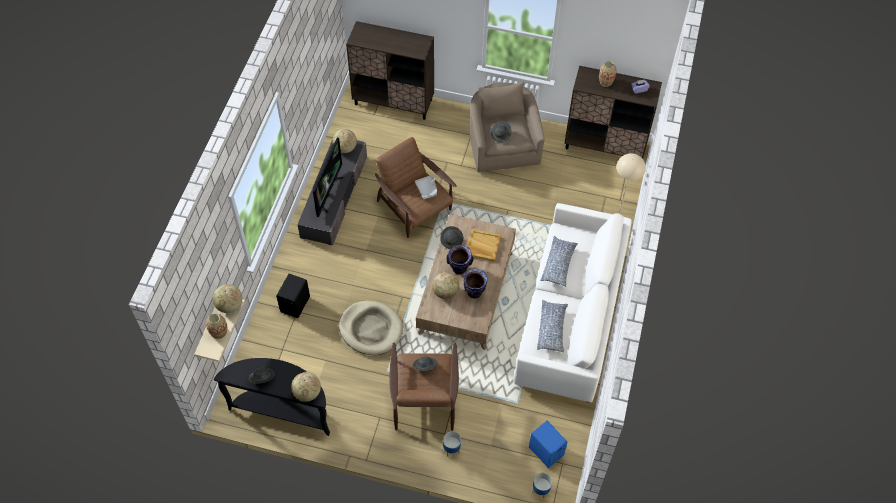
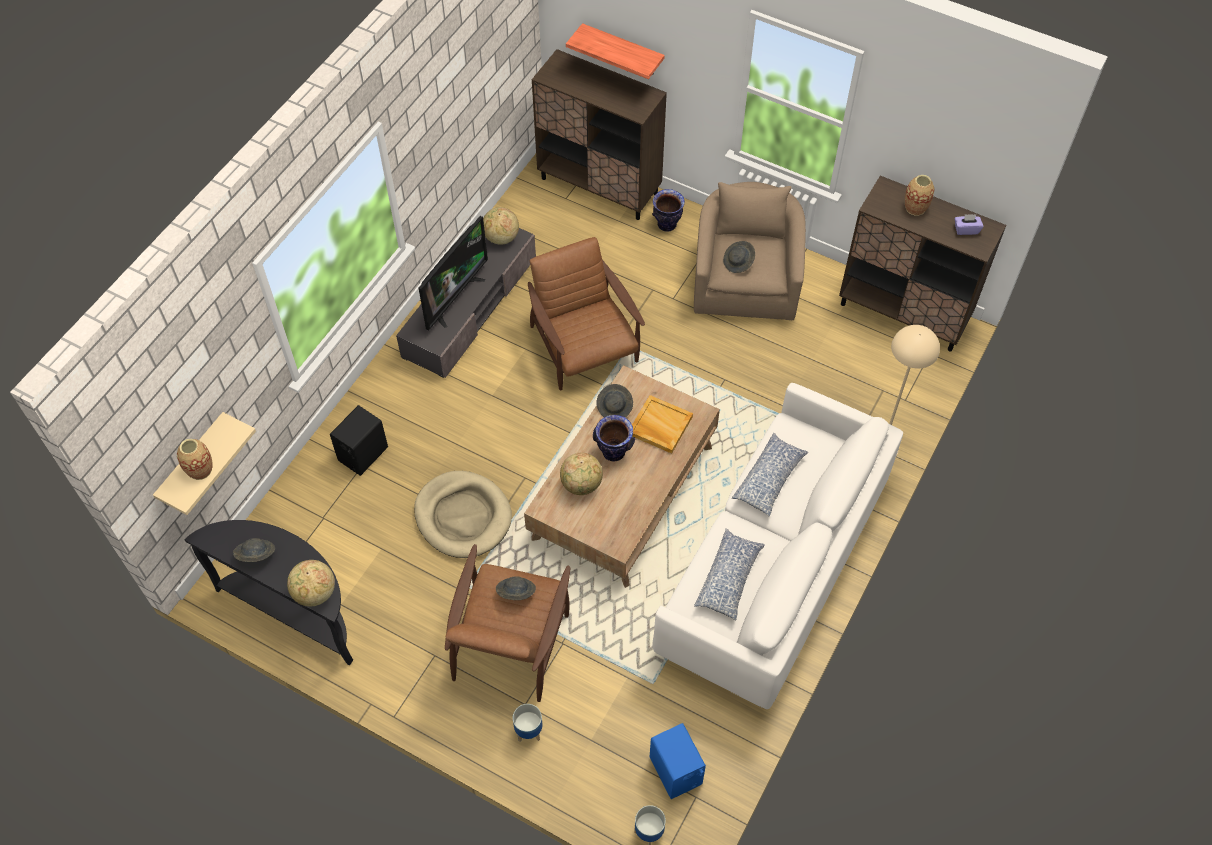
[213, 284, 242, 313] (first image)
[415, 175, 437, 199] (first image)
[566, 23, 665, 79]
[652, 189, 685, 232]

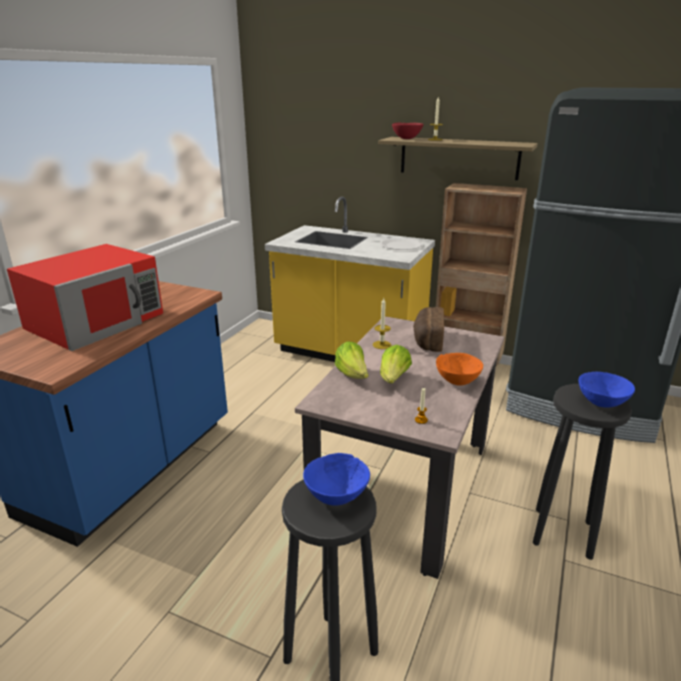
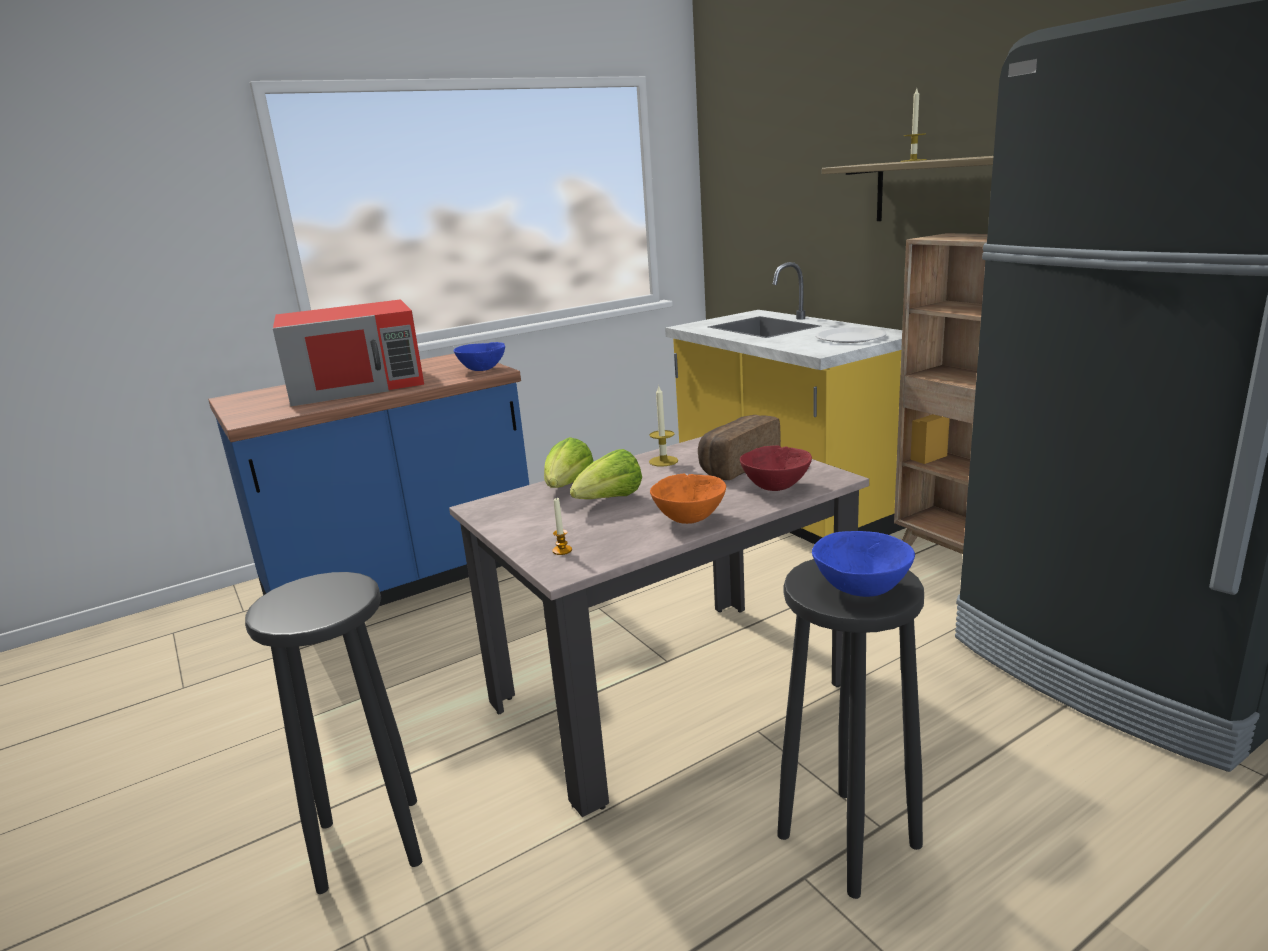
[454, 342, 505, 371]
[740, 445, 812, 491]

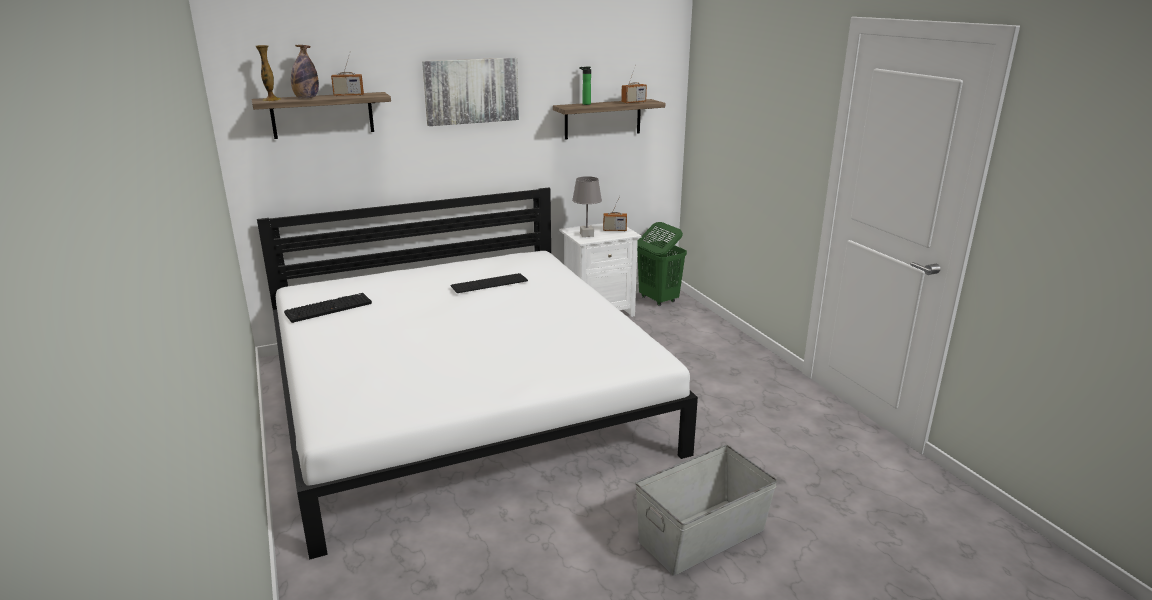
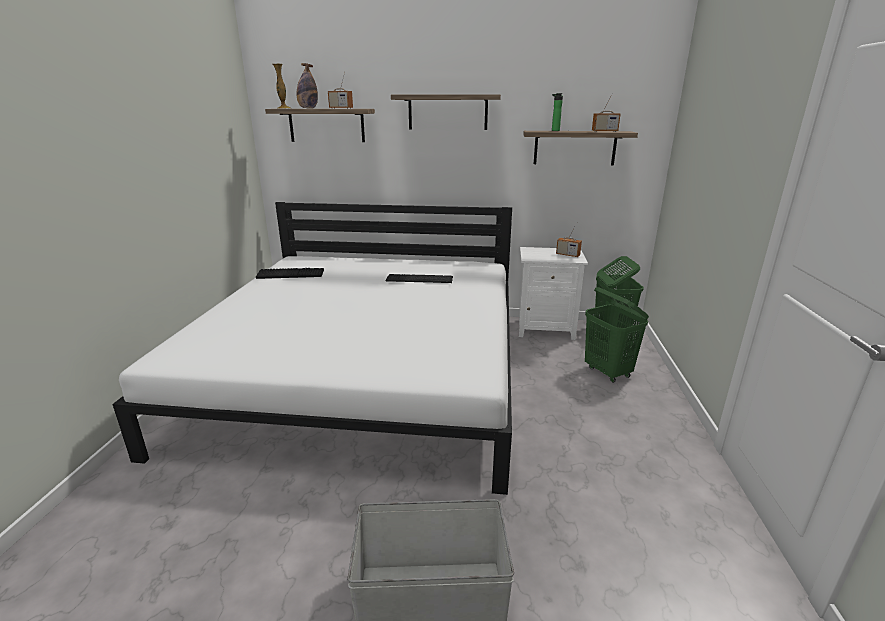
[572, 176, 602, 237] (first image)
[585, 287, 649, 383]
[391, 94, 501, 130]

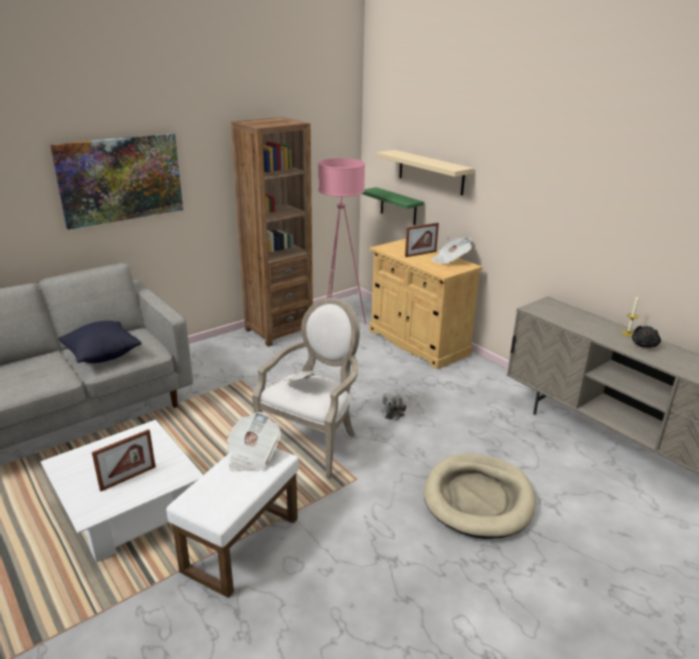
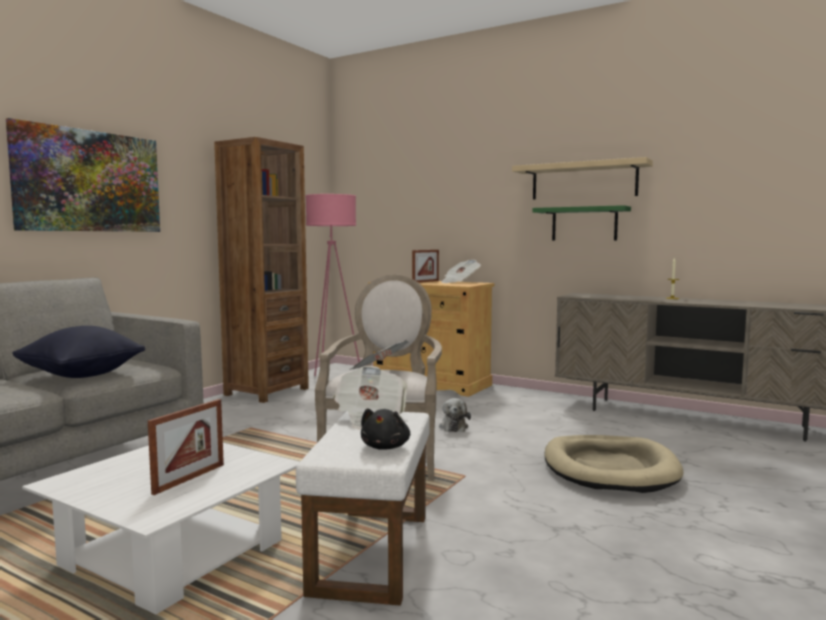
[533, 205, 631, 241]
[512, 157, 653, 200]
[361, 408, 410, 450]

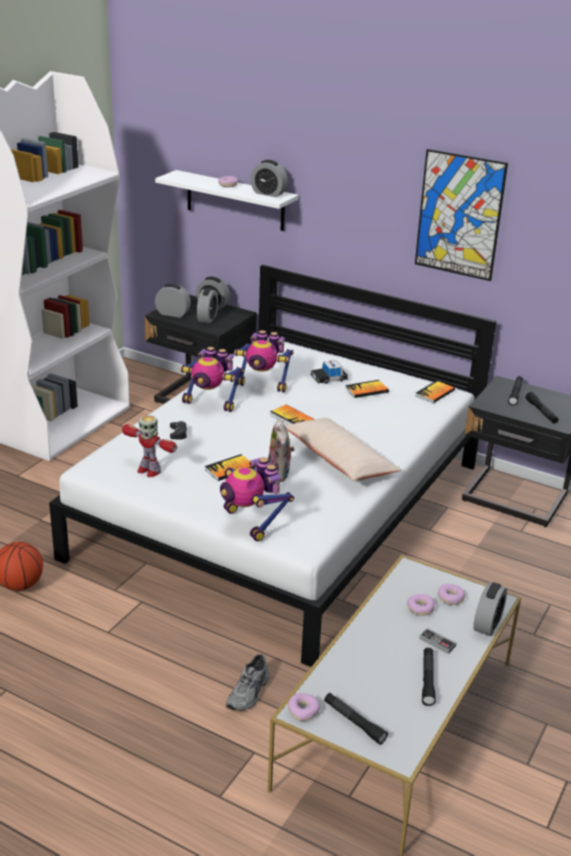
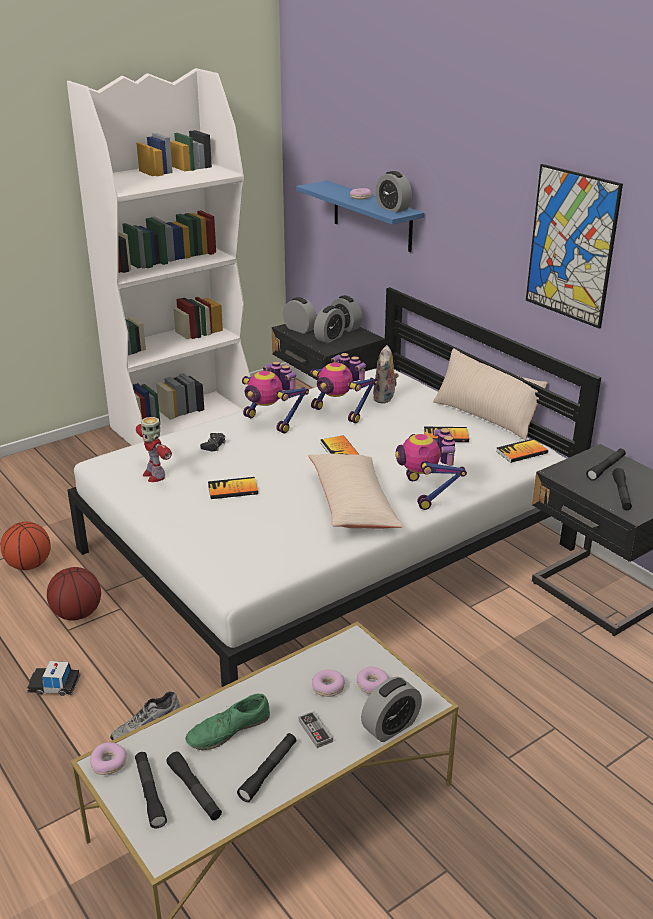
[47, 567, 101, 620]
[166, 752, 222, 820]
[185, 694, 270, 750]
[433, 348, 548, 440]
[395, 428, 467, 510]
[373, 345, 399, 403]
[27, 661, 81, 696]
[296, 181, 424, 252]

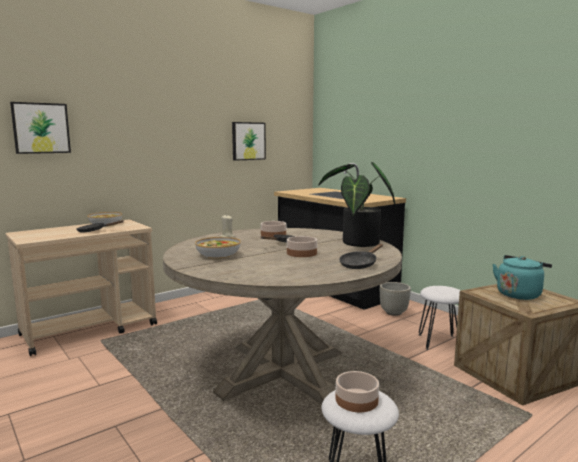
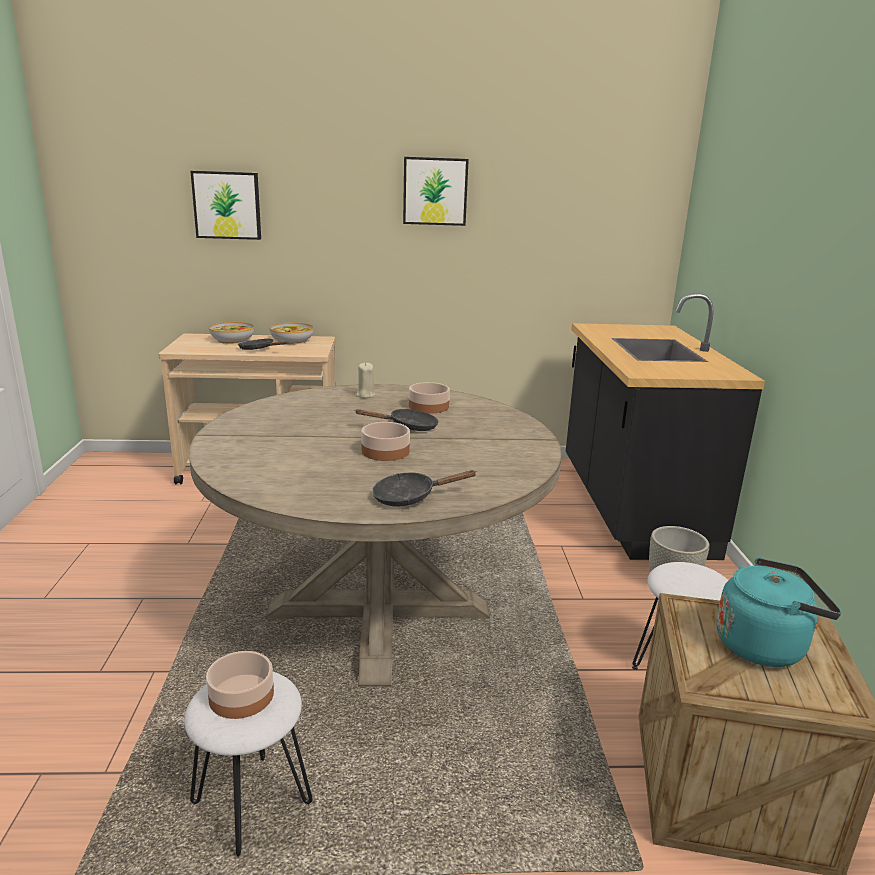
[319, 162, 396, 247] (first image)
[209, 322, 255, 344]
[403, 157, 469, 226]

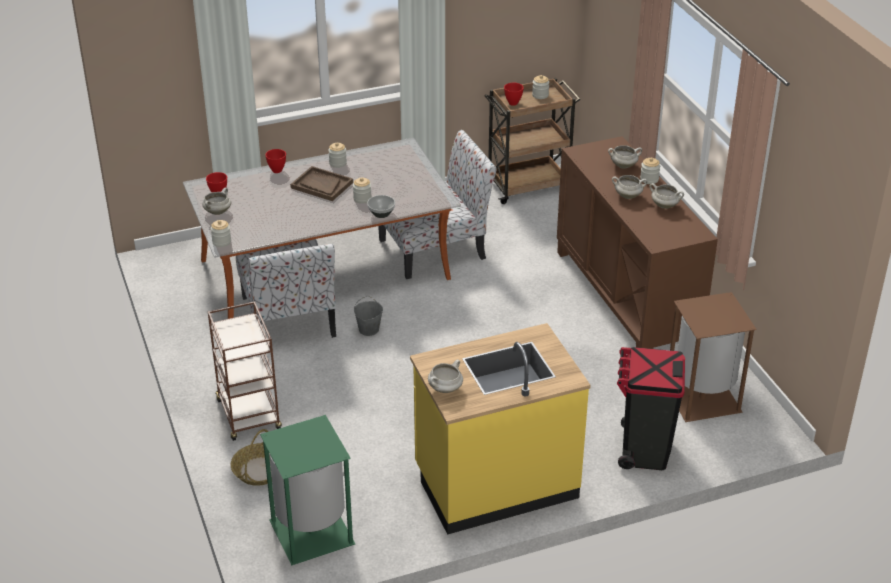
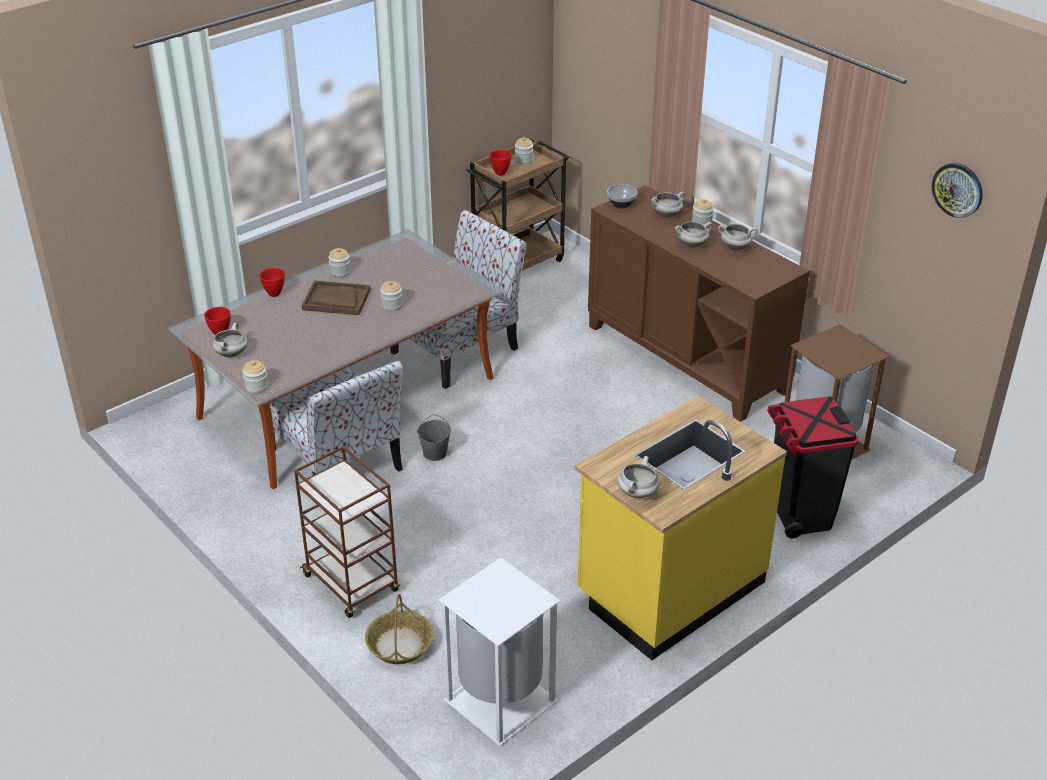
[932, 163, 983, 218]
[607, 184, 638, 208]
[439, 557, 560, 746]

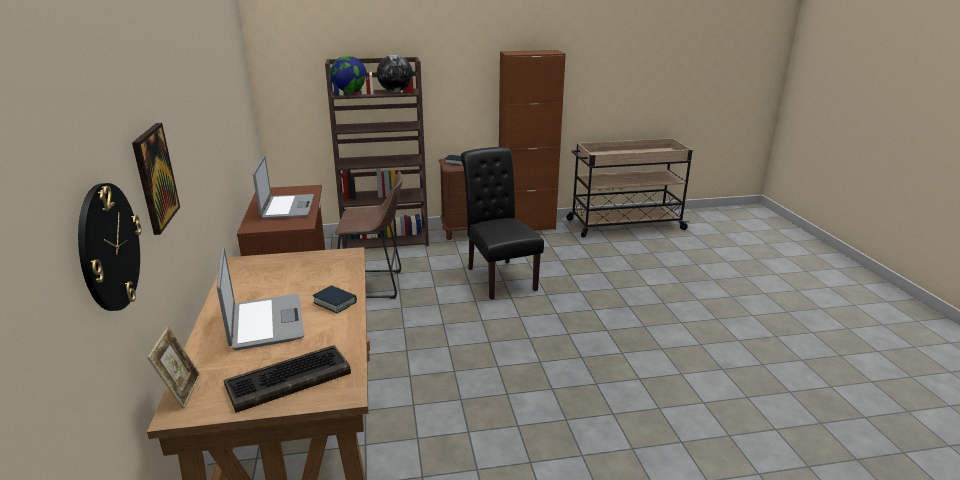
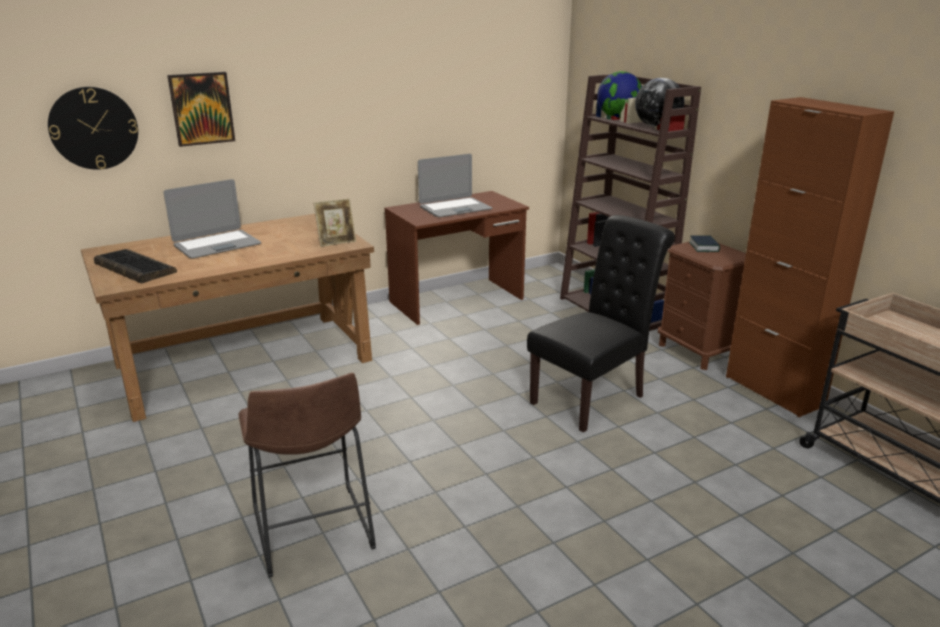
[312, 285, 357, 313] (first image)
[314, 199, 356, 247]
[238, 373, 376, 578]

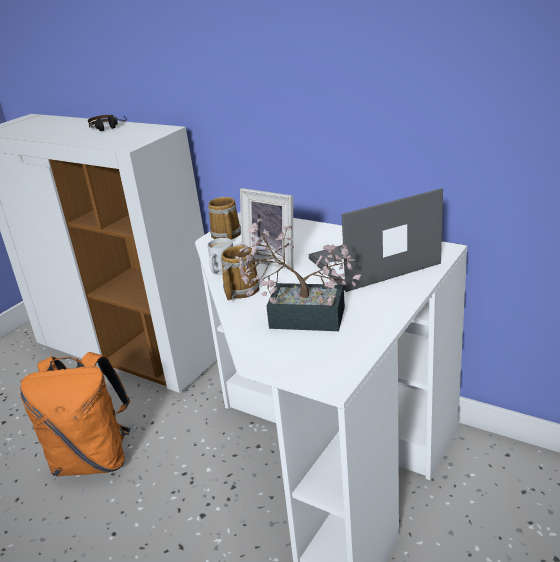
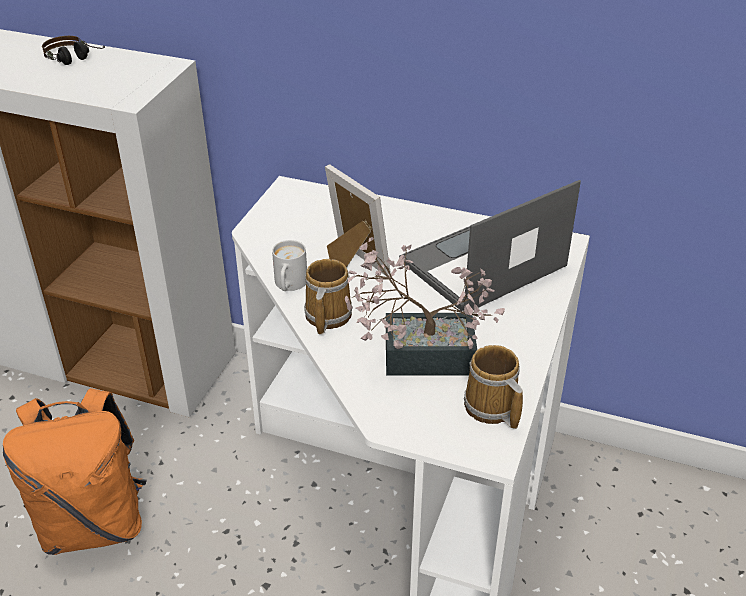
[464, 345, 523, 429]
[325, 164, 390, 276]

